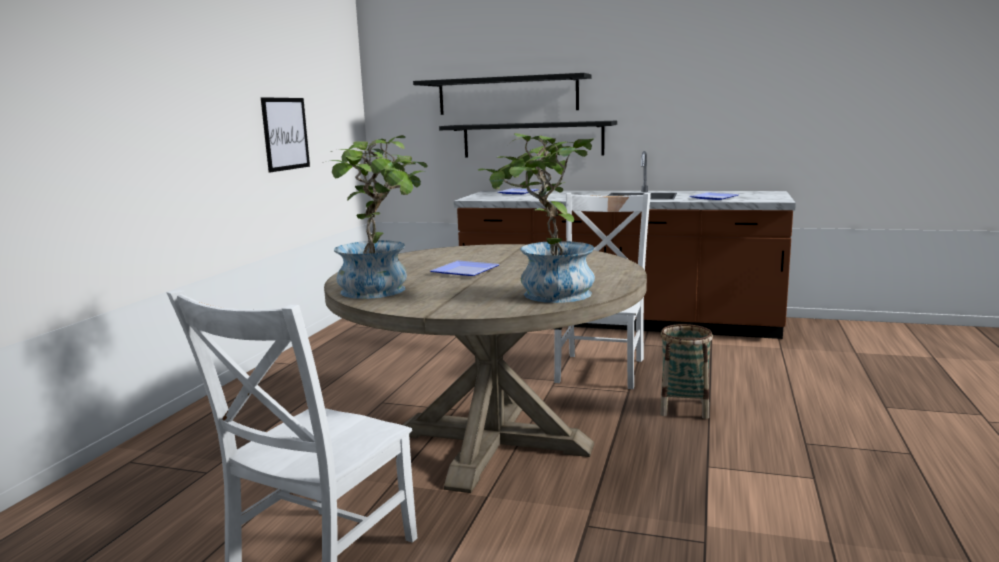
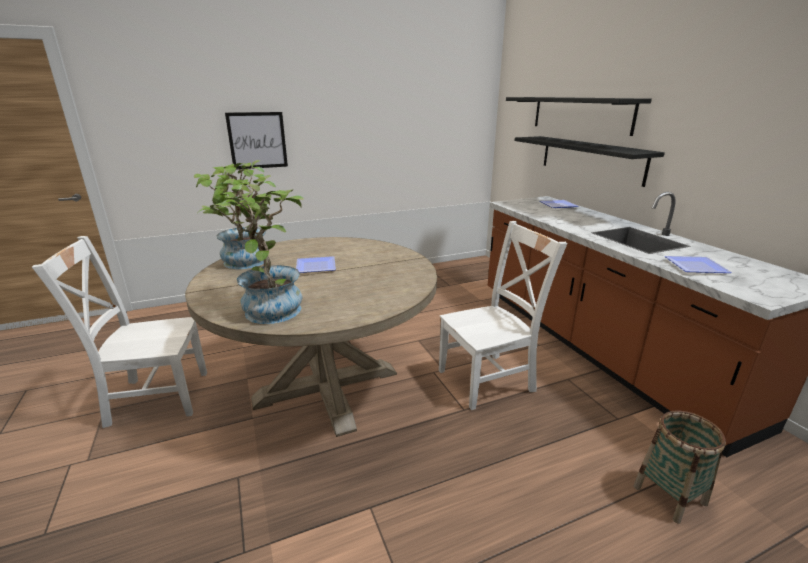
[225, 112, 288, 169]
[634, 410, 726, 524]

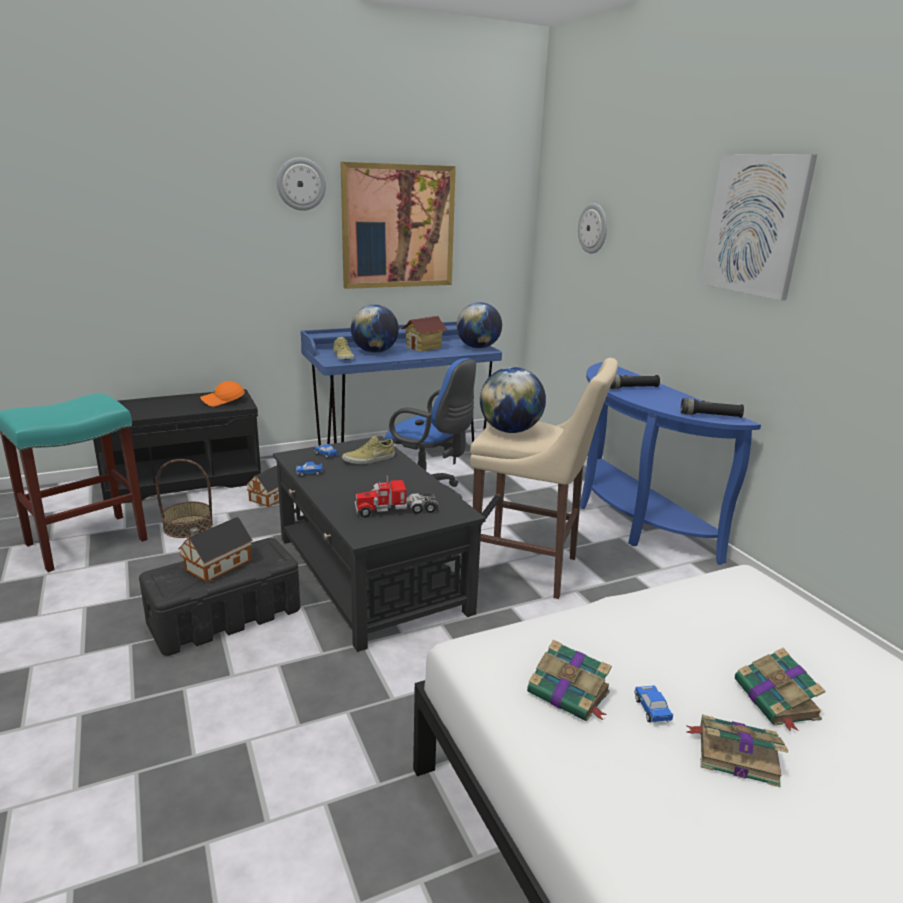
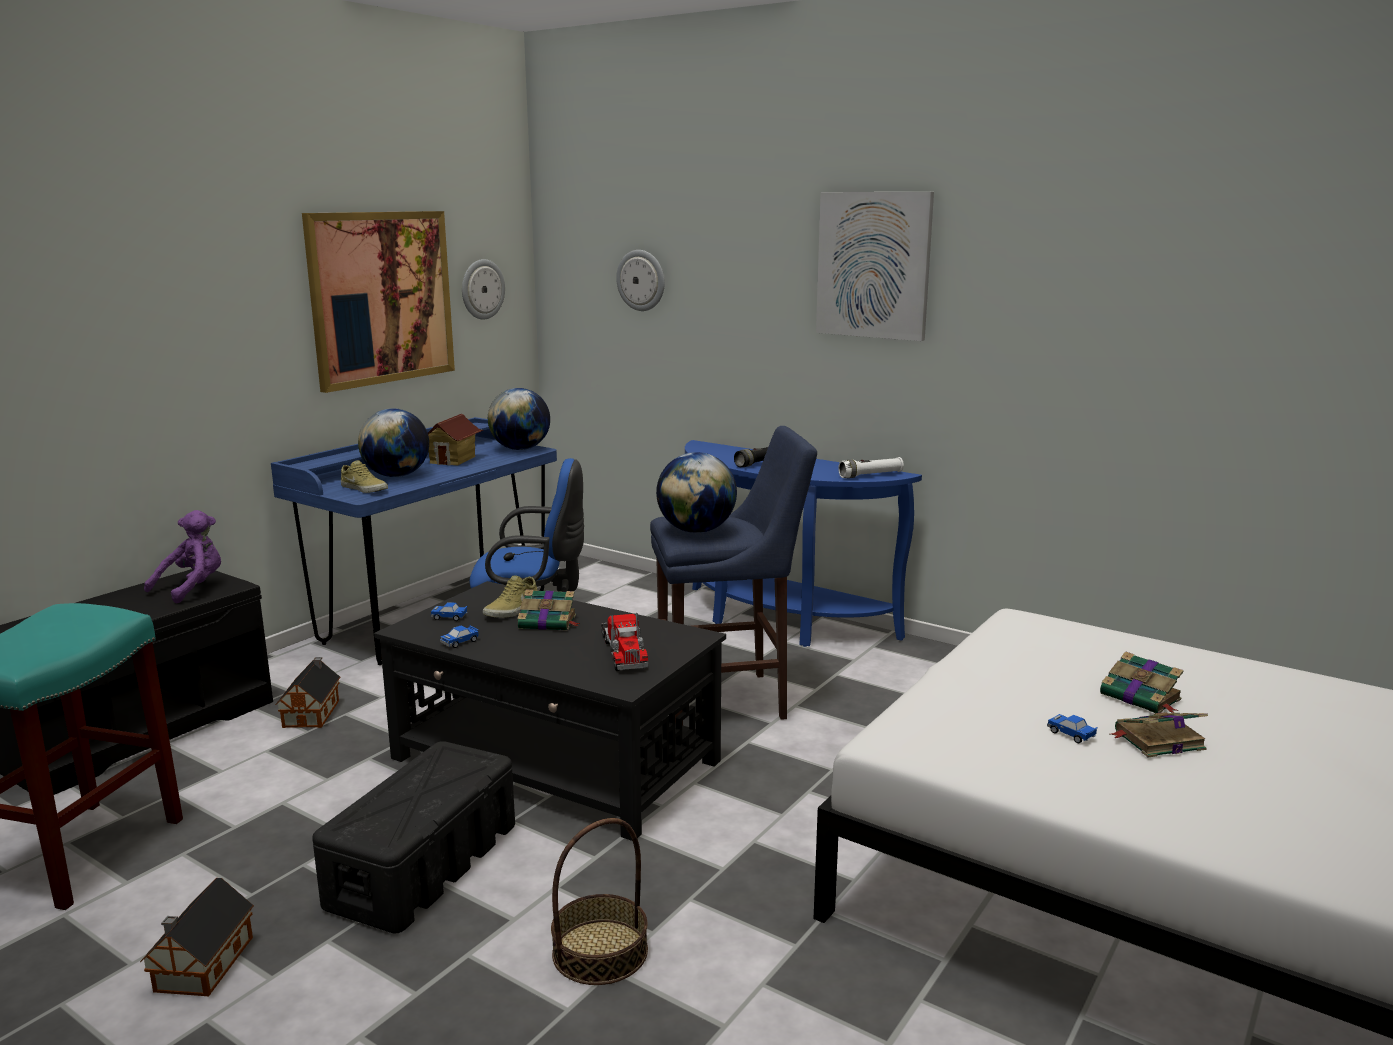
[551, 818, 648, 985]
[140, 878, 254, 996]
[462, 259, 505, 320]
[518, 590, 580, 631]
[144, 510, 221, 603]
[650, 426, 817, 725]
[838, 457, 904, 478]
[601, 613, 648, 671]

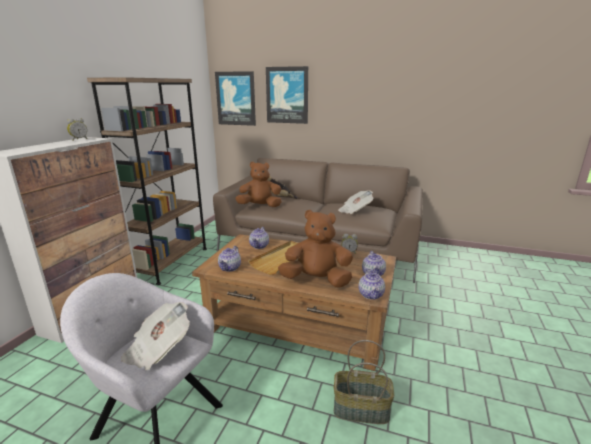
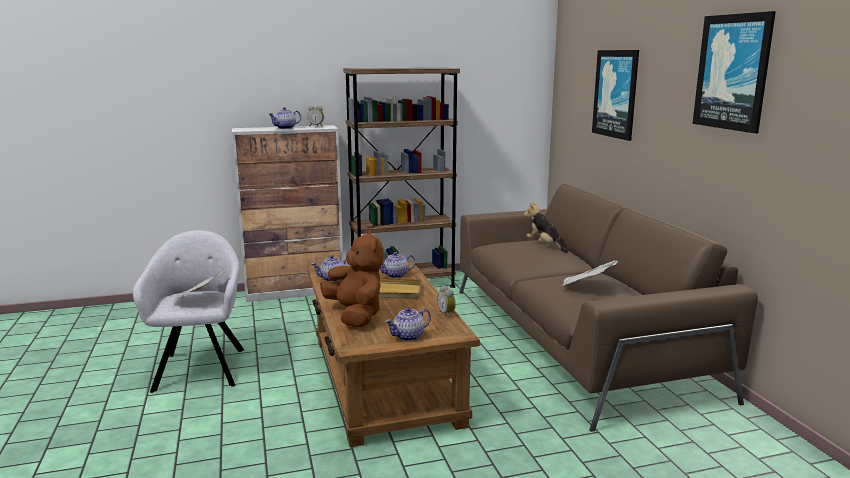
[235, 162, 282, 207] (first image)
[334, 340, 394, 424] (first image)
[693, 11, 776, 134]
[269, 107, 301, 129]

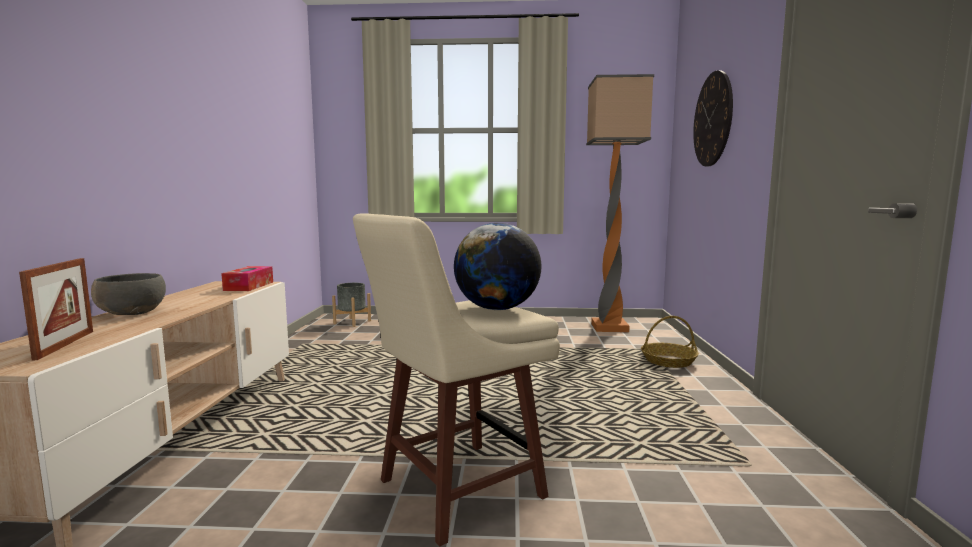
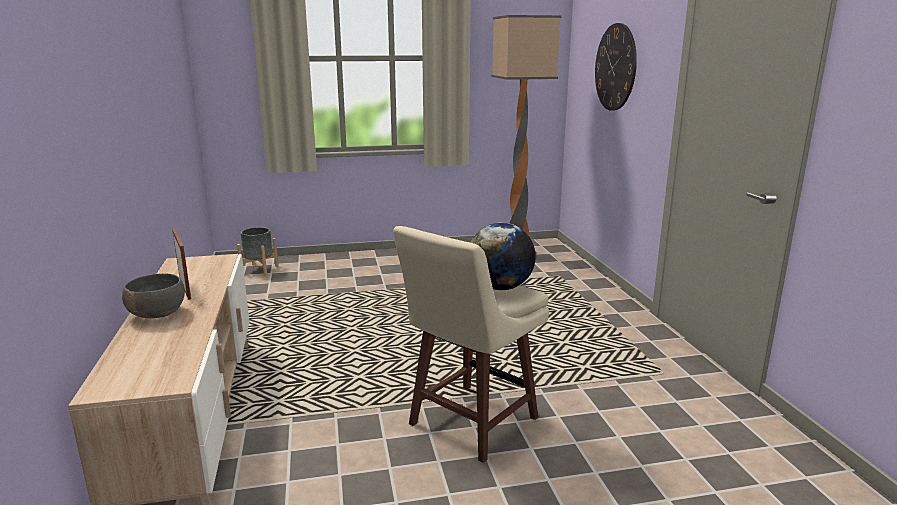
[221, 266, 273, 291] (first image)
[641, 316, 699, 368] (first image)
[172, 228, 191, 300]

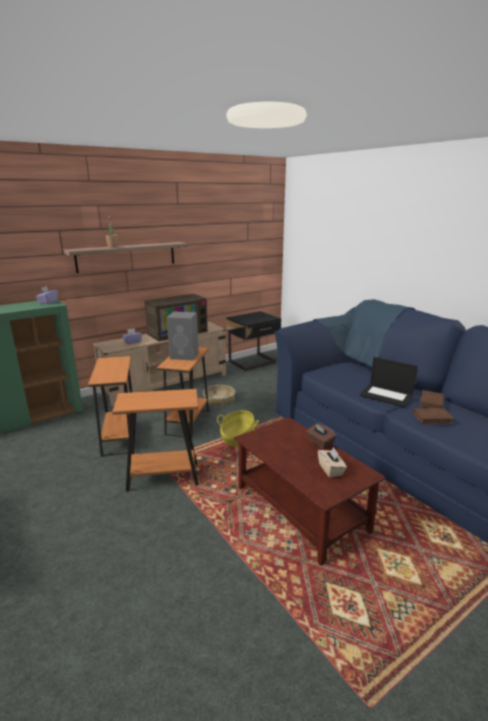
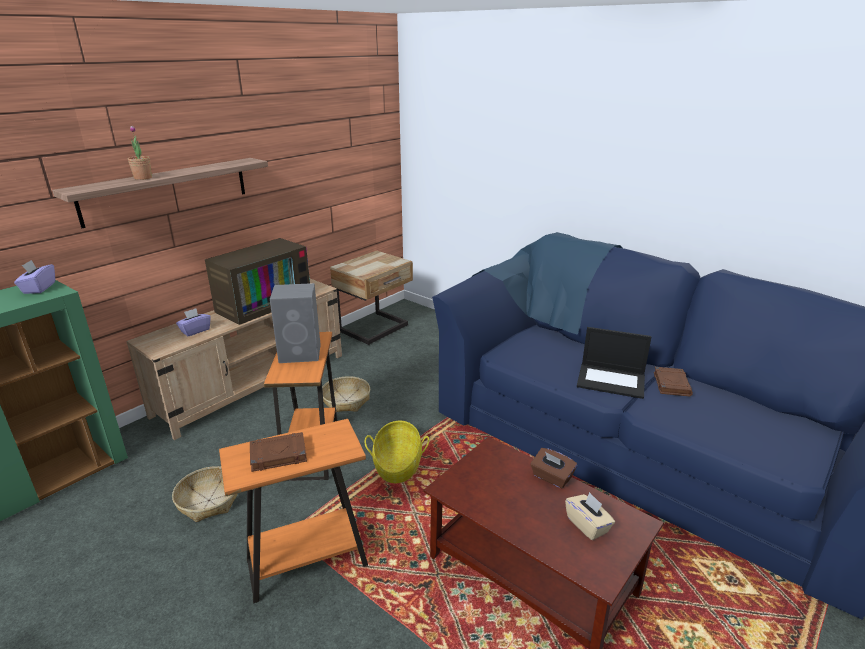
[250, 432, 307, 472]
[172, 466, 238, 522]
[330, 251, 413, 345]

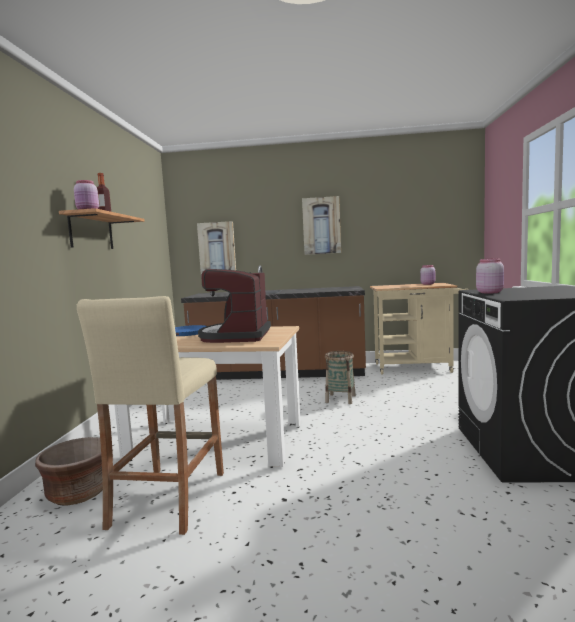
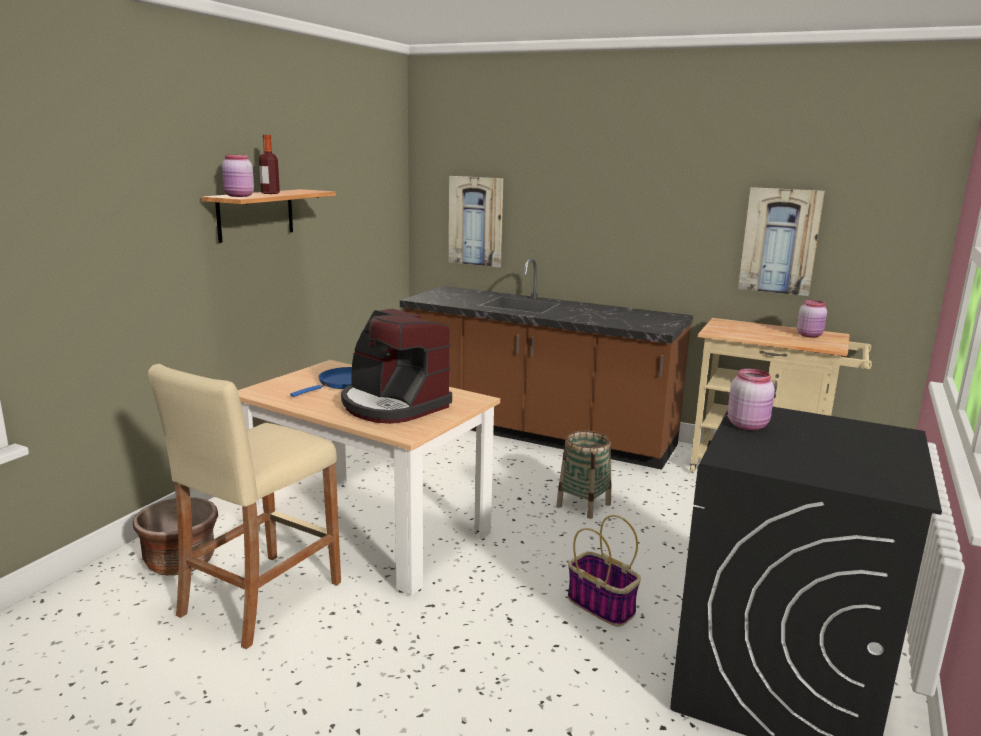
[568, 515, 641, 627]
[738, 187, 825, 296]
[341, 309, 452, 424]

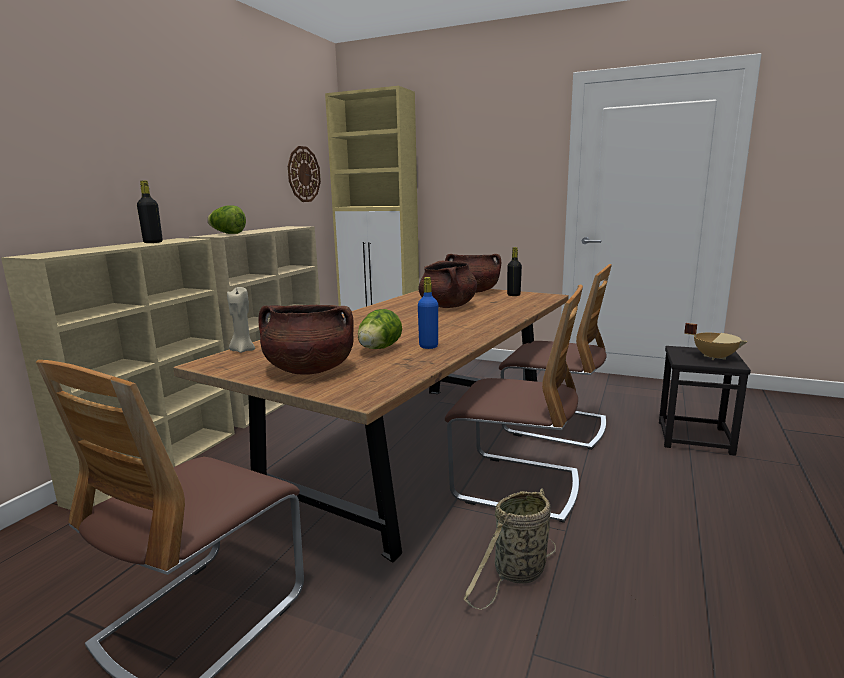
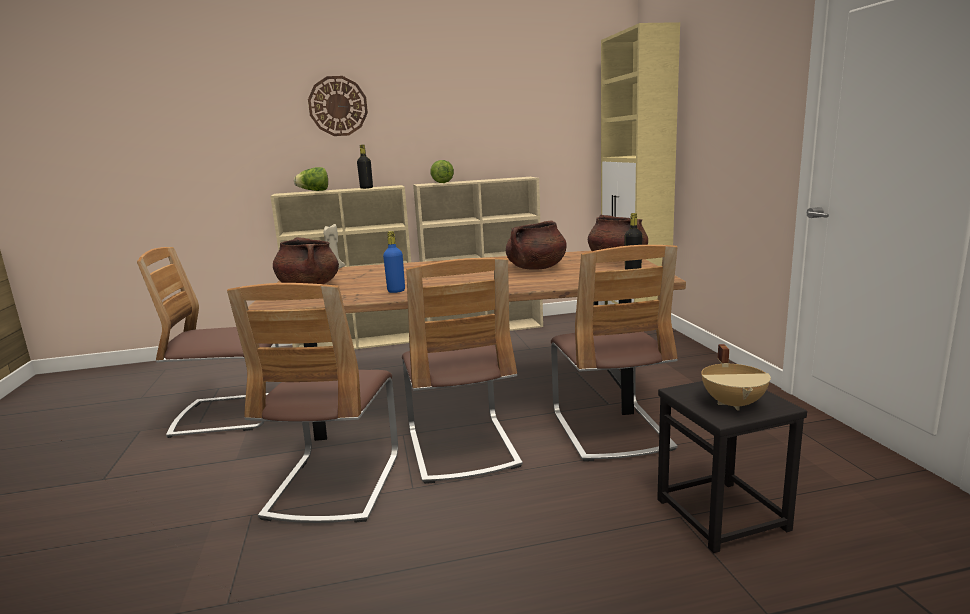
[308, 76, 368, 136]
[294, 167, 328, 191]
[227, 283, 398, 523]

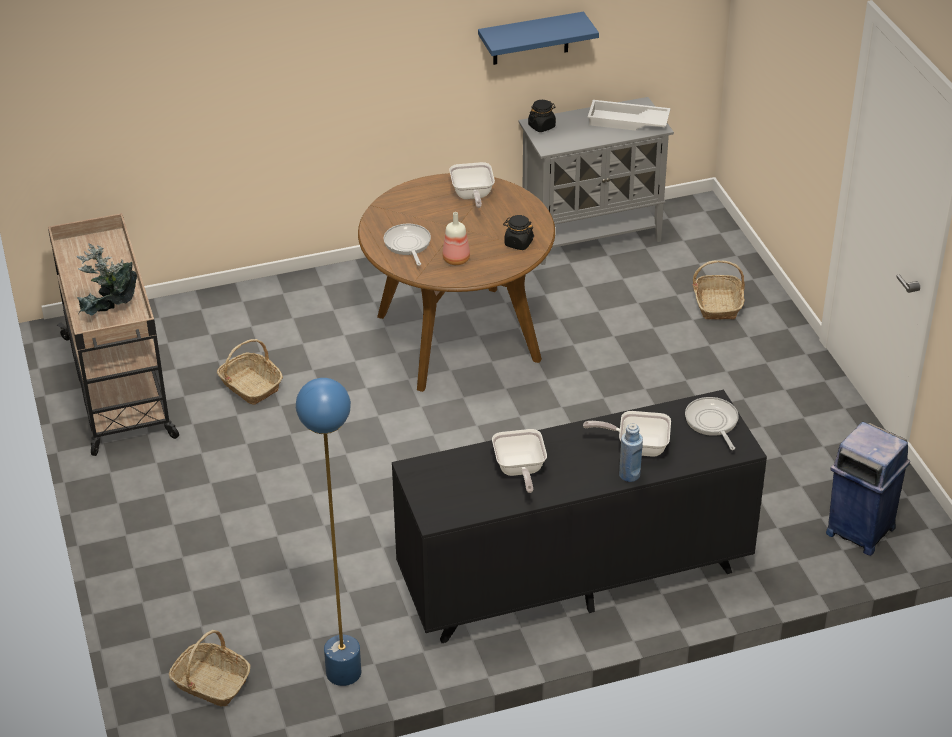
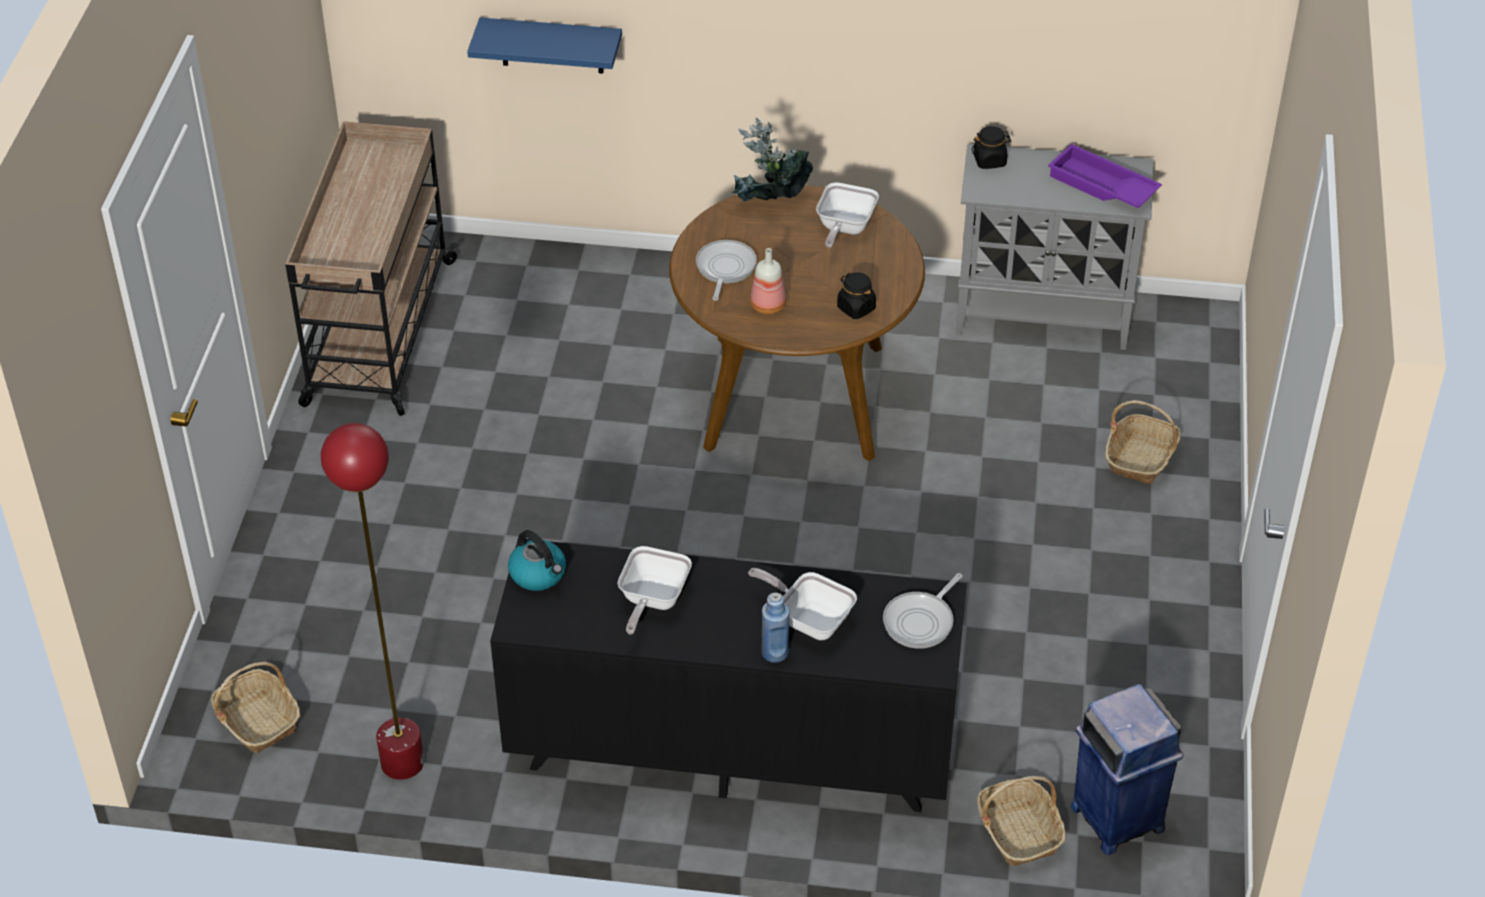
[508, 530, 566, 591]
[730, 118, 813, 202]
[977, 776, 1066, 866]
[467, 17, 622, 74]
[321, 423, 424, 780]
[1048, 144, 1162, 208]
[883, 573, 963, 649]

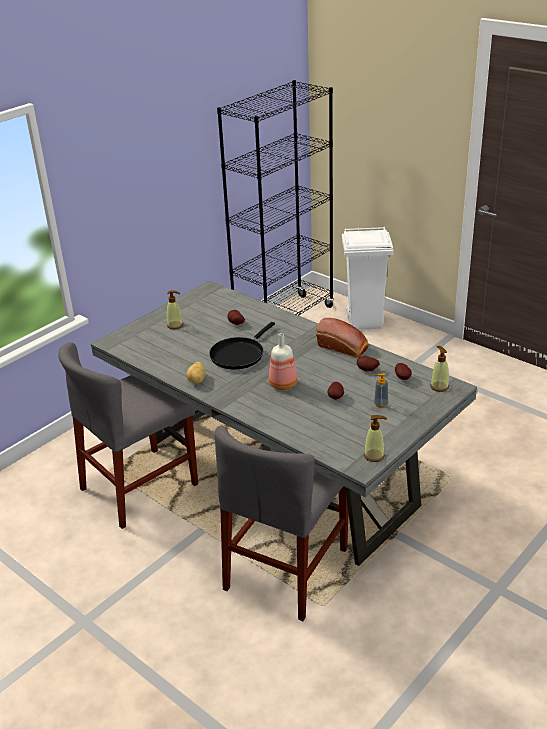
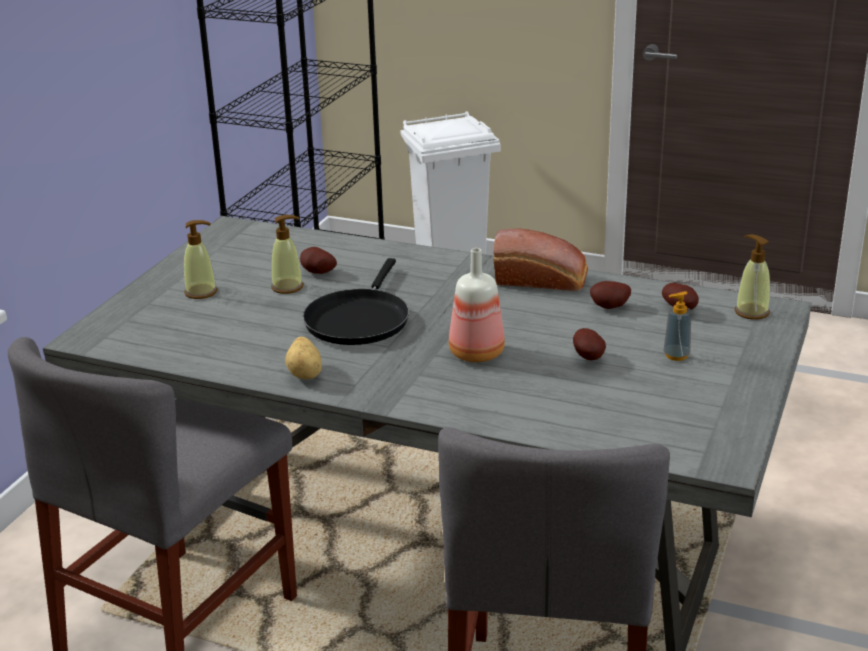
[271, 215, 304, 294]

